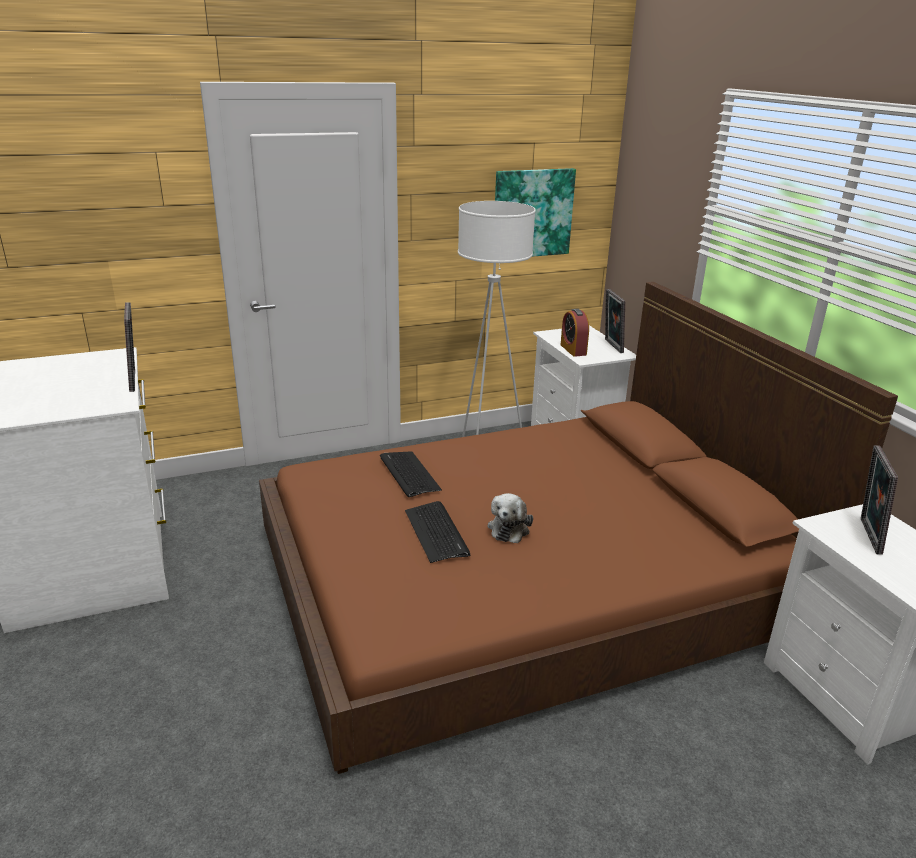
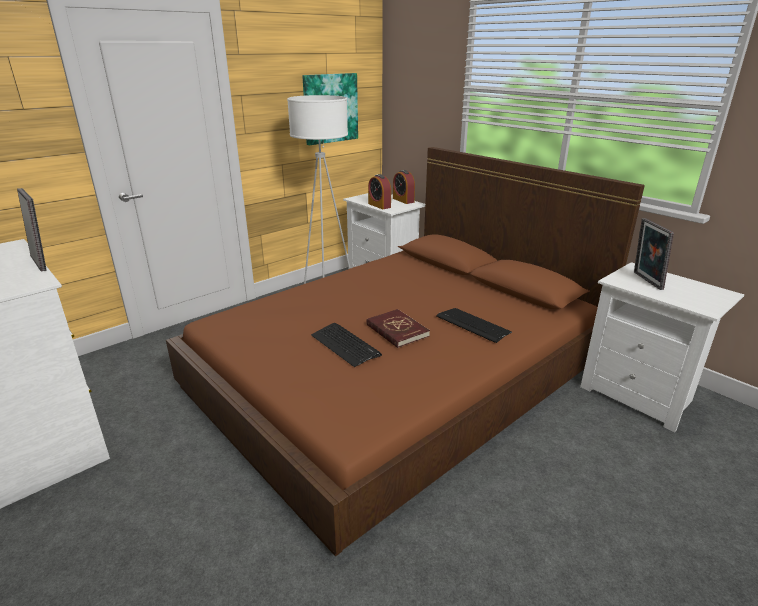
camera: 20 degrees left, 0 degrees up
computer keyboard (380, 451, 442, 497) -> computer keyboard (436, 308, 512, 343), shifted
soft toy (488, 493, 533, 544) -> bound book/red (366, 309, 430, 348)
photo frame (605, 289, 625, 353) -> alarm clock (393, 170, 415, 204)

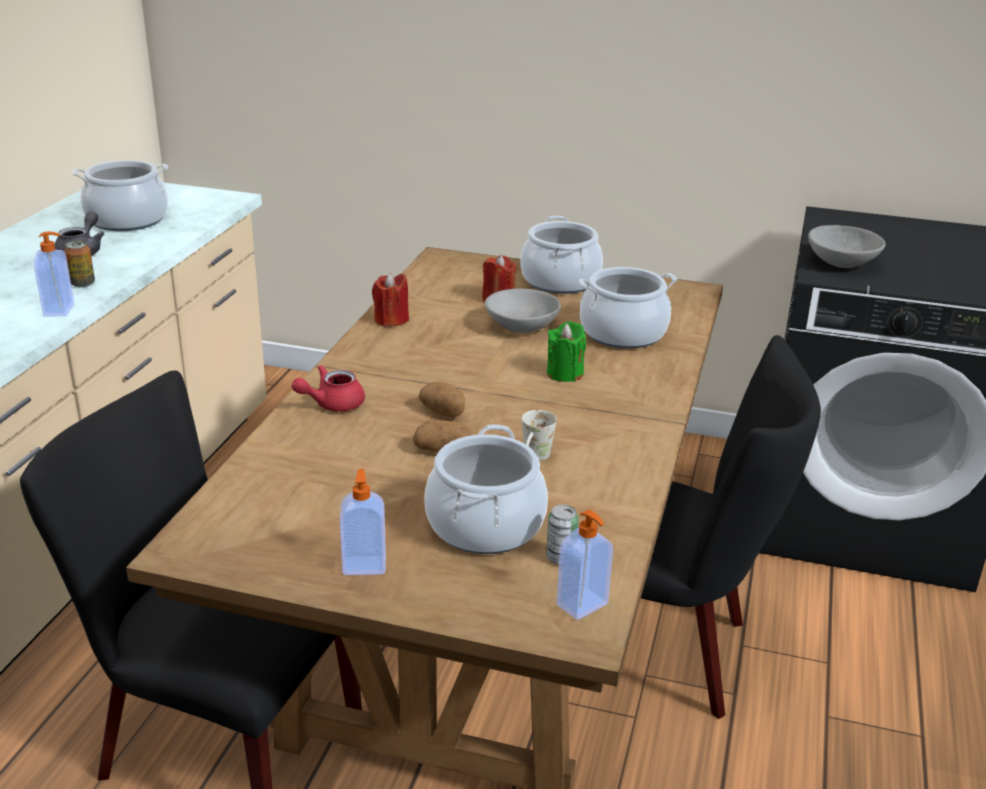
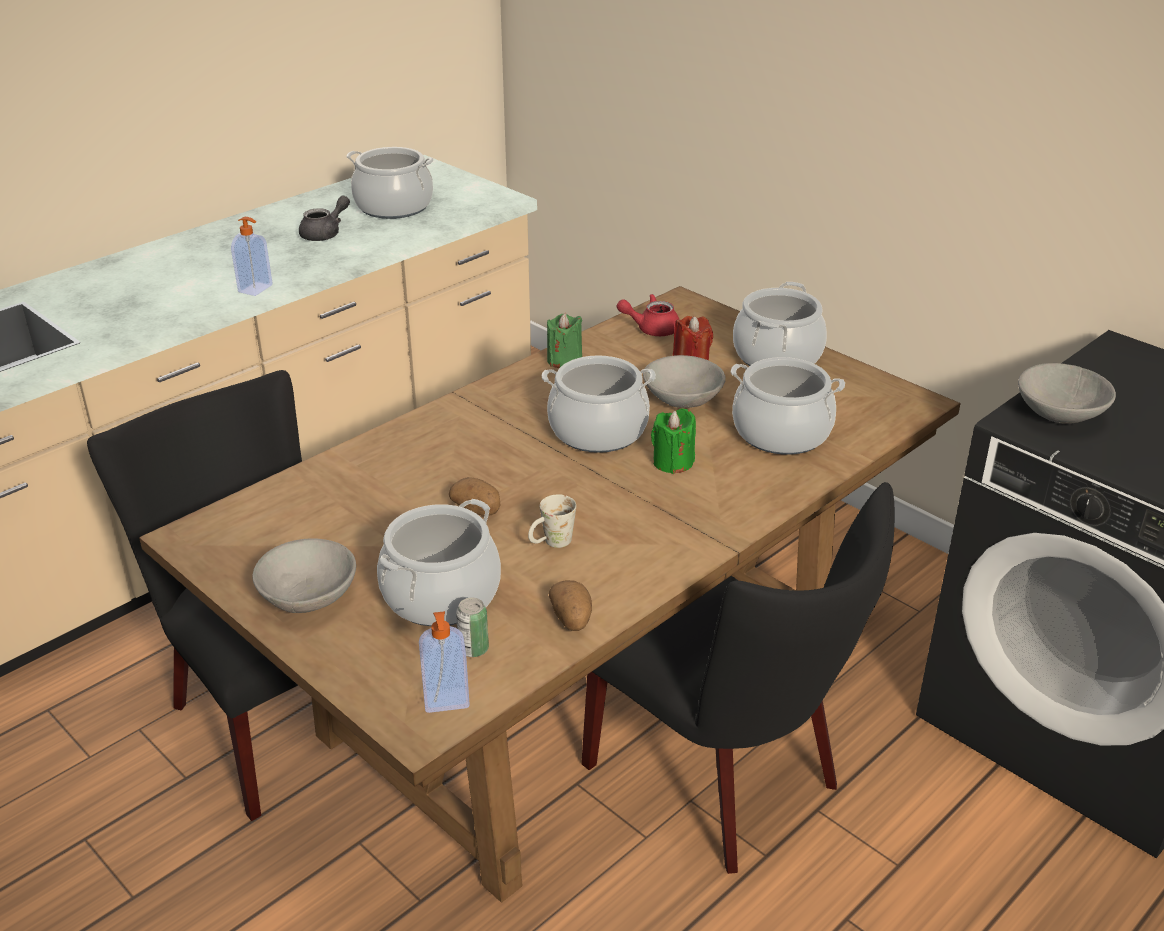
camera: 30 degrees right, 5 degrees up
metal can (64, 241, 95, 287) -> none
teapot/red (292, 365, 365, 412) -> teapot/red (616, 294, 680, 336), shifted
liquid soap bottle (340, 469, 386, 575) -> bowl/gray (252, 539, 356, 613)
candle/red (372, 273, 409, 327) -> candle/green-coloured (547, 313, 582, 368)
whole potato (419, 382, 465, 417) -> whole potato (549, 580, 592, 631), shifted
none -> stockpot (542, 355, 656, 453)

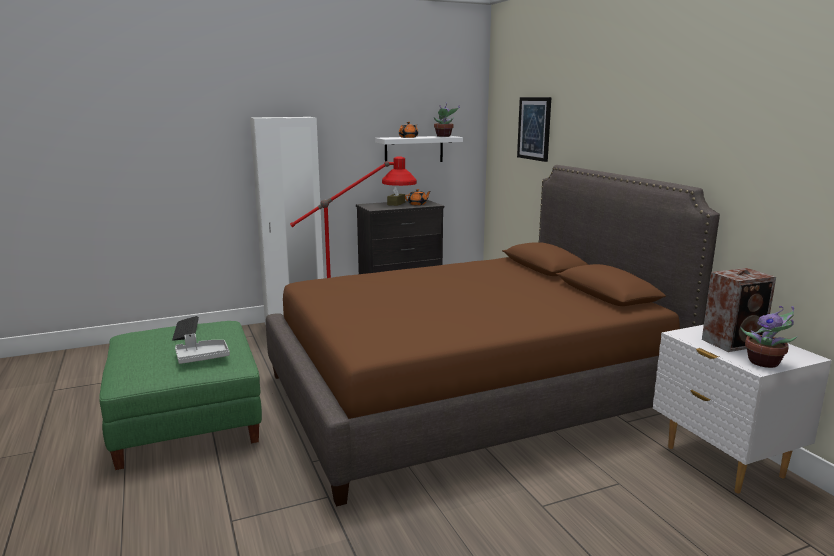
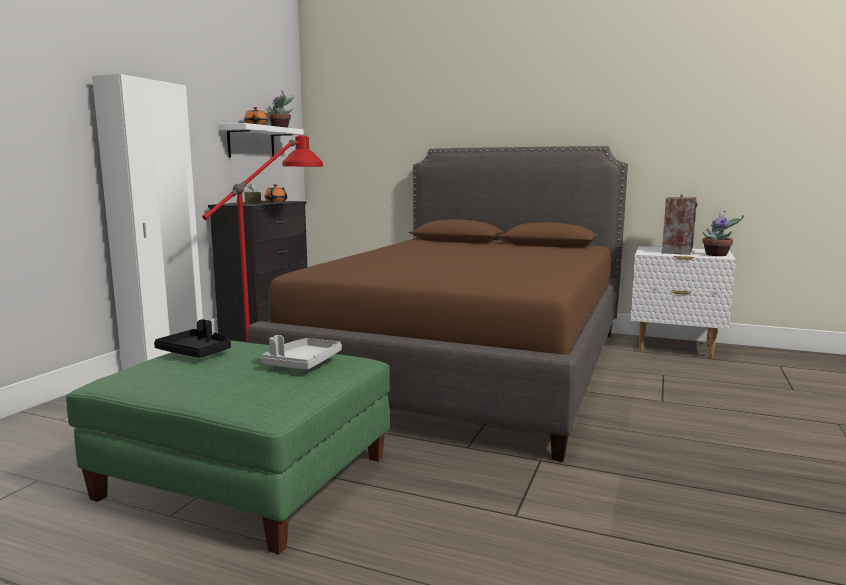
camera: 45 degrees left, 5 degrees down
computer keyboard (172, 316, 199, 341) -> tray/blackish (154, 319, 231, 358)
wall art (517, 97, 551, 162) -> none

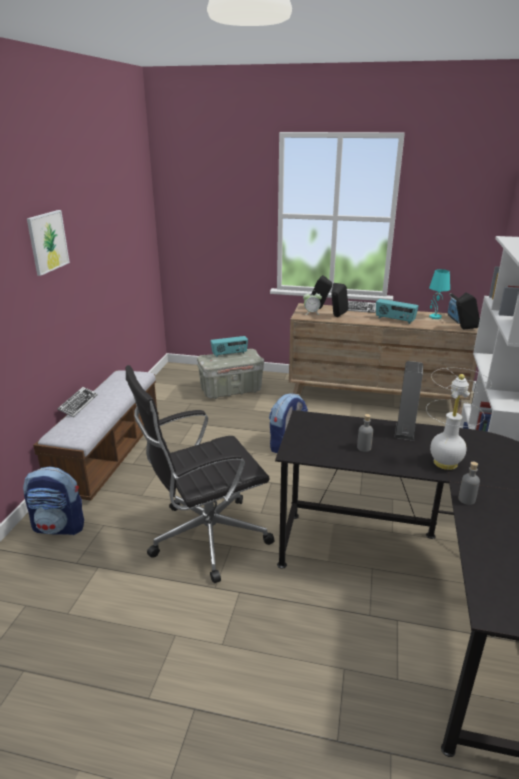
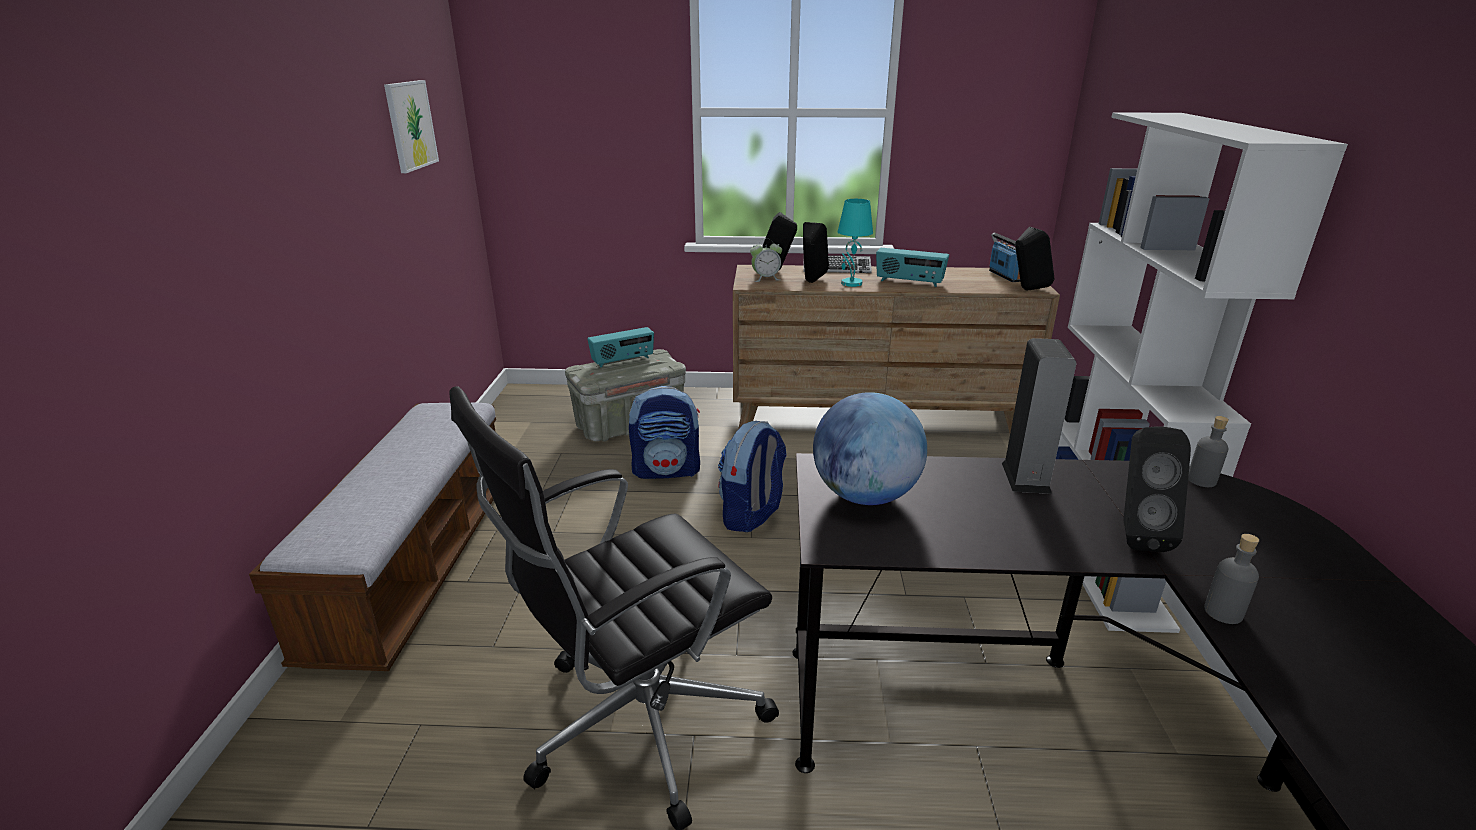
camera: 10 degrees left, 0 degrees up
knapsack (23, 466, 84, 535) -> knapsack (629, 386, 700, 479), shifted
wall art (27, 210, 70, 276) -> wall art (384, 80, 439, 173), shifted
computer keyboard (57, 387, 98, 417) -> none
drink bottle/gray (357, 414, 373, 452) -> drink bottle/gray (1188, 416, 1229, 487), shifted
lamp for a table/whitish (426, 368, 492, 470) -> audio speaker/blackish (1123, 426, 1191, 552)
lamp for a table/turquoise (429, 269, 450, 319) -> lamp for a table/turquoise (838, 199, 873, 287), shifted
none -> desk globe (813, 392, 927, 505)

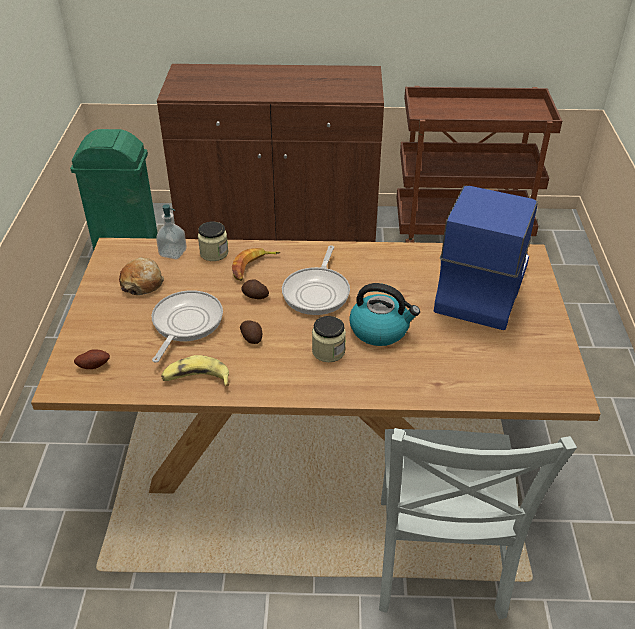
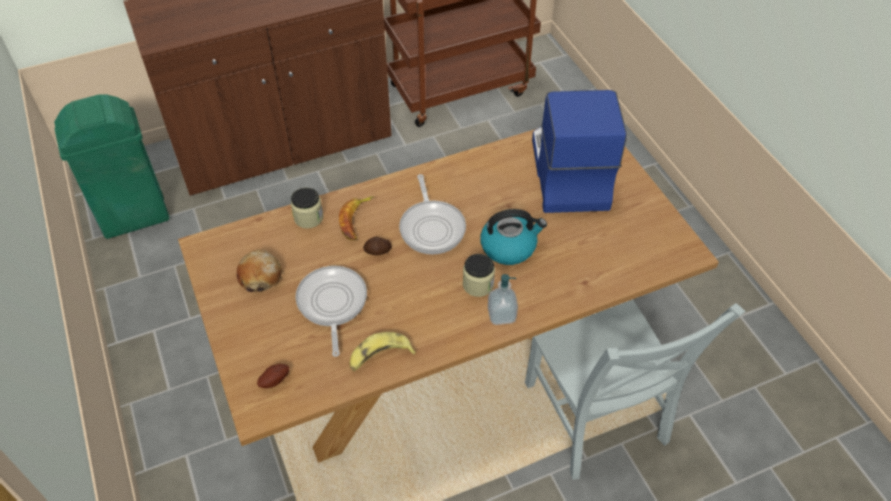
camera: 25 degrees left, 10 degrees up
liquid soap bottle (156, 204, 186, 259) -> liquid soap bottle (488, 274, 518, 325), shifted
whole potato (240, 320, 262, 344) -> none

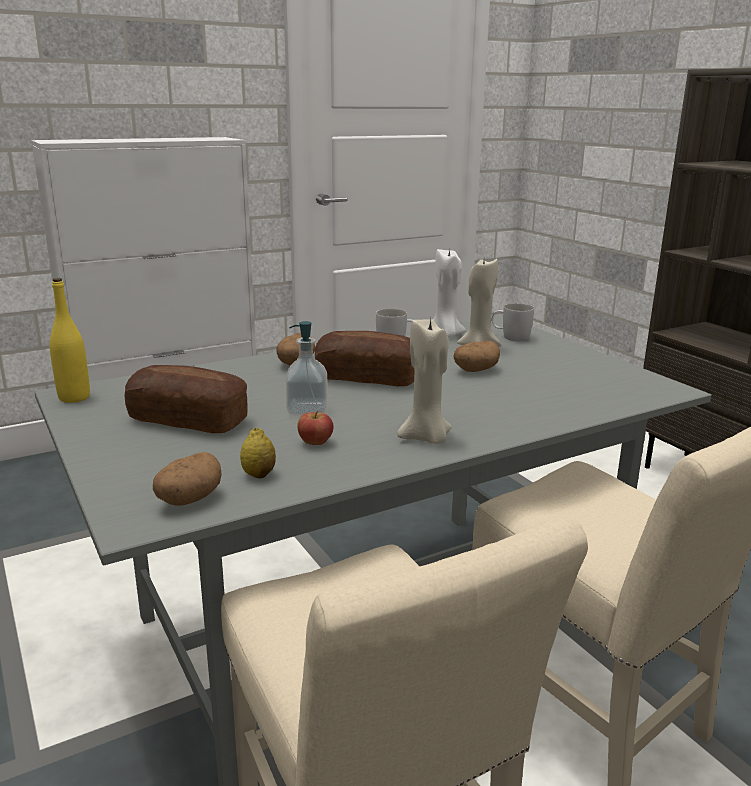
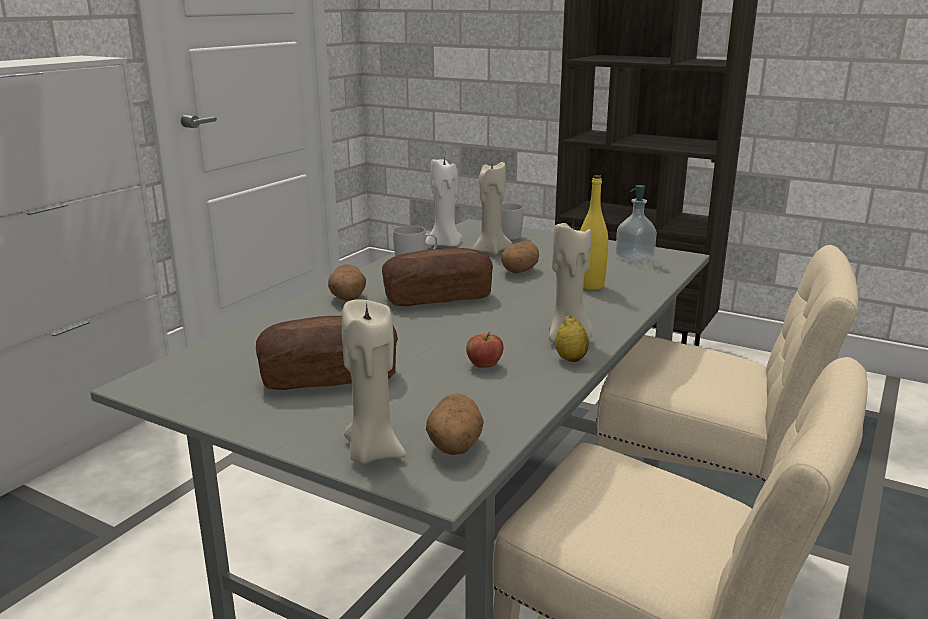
camera: 30 degrees left, 0 degrees up
drink bottle/yellow (50, 278, 90, 403) -> drink bottle/yellow (580, 175, 608, 290), shifted
whole lemon (240, 428, 276, 478) -> whole lemon (555, 316, 589, 362), shifted
liquid soap bottle (286, 321, 328, 416) -> liquid soap bottle (616, 185, 657, 262), shifted
none -> candle/beige (342, 299, 406, 465)

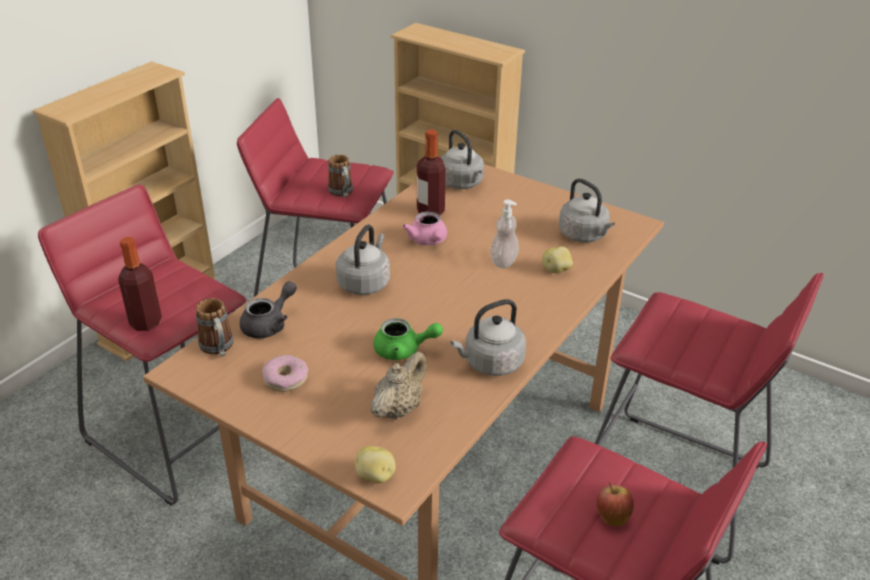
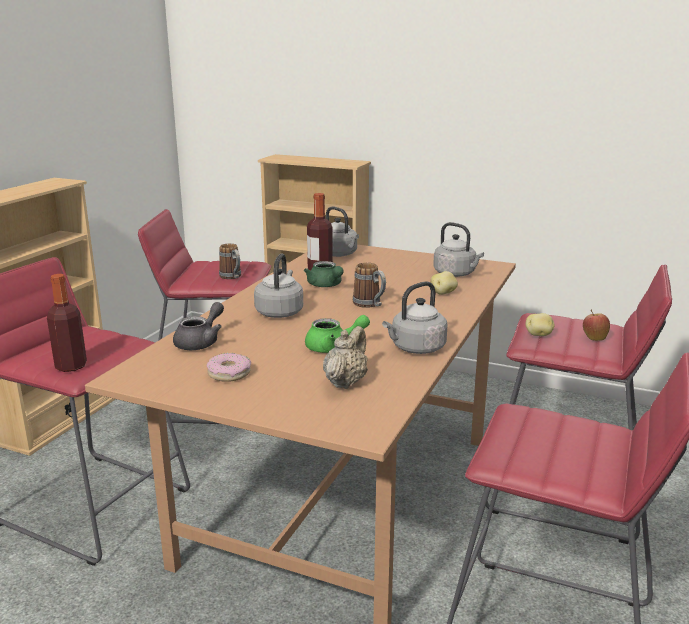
camera: 10 degrees left, 15 degrees down
mug (196, 298, 233, 357) -> mug (353, 263, 386, 308), shifted
whole potato (355, 446, 396, 483) -> whole potato (526, 313, 555, 336), shifted
teapot/pinkish (403, 212, 447, 245) -> teapot/green-coloured (304, 261, 344, 287)
liquid soap bottle (490, 199, 519, 268) -> none
whole apple (596, 482, 634, 526) -> whole apple (583, 309, 610, 341), shifted

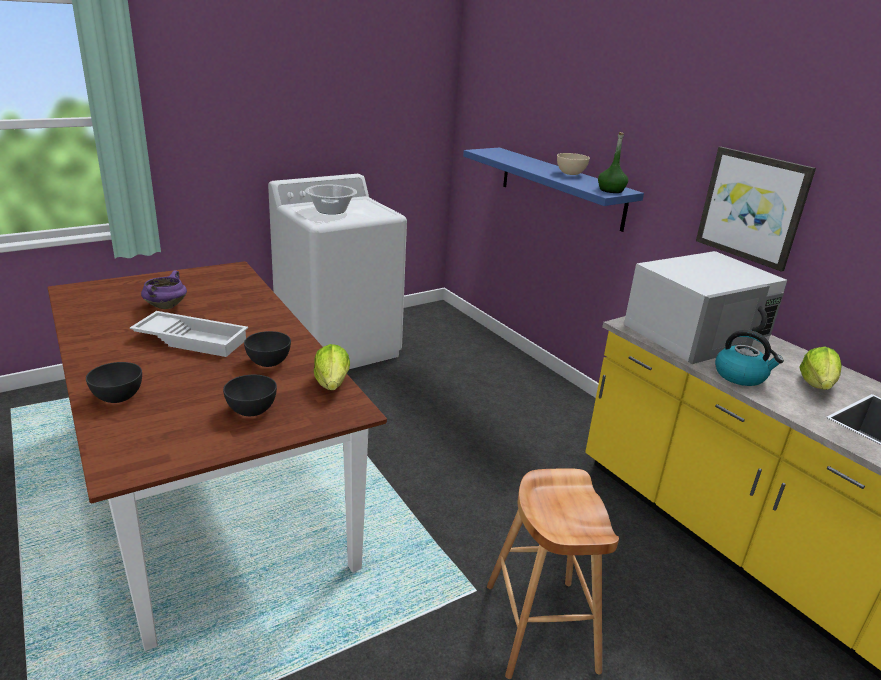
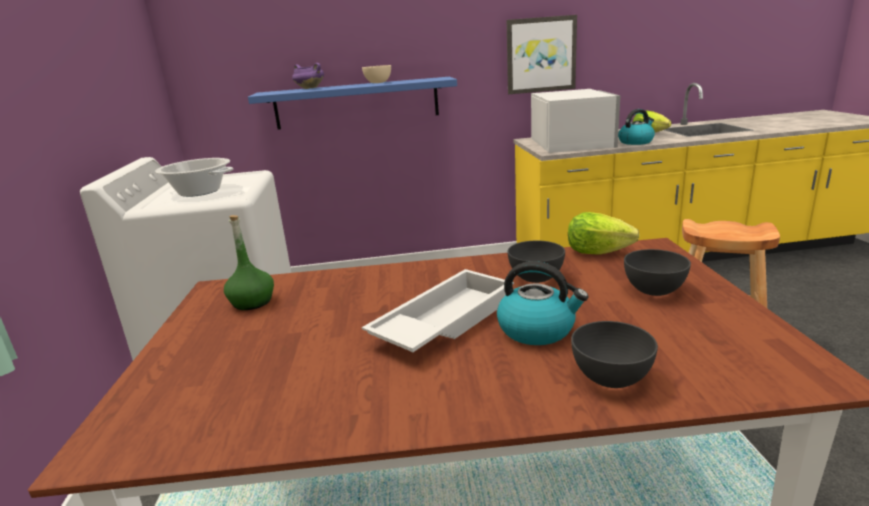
camera: 60 degrees left, 5 degrees down
stockpot/purple (141, 270, 187, 309) -> stockpot/purple (292, 63, 324, 89), shifted
drink bottle/green-coloured (598, 132, 628, 193) -> drink bottle/green-coloured (224, 215, 274, 310), shifted
none -> kettle (497, 261, 589, 345)

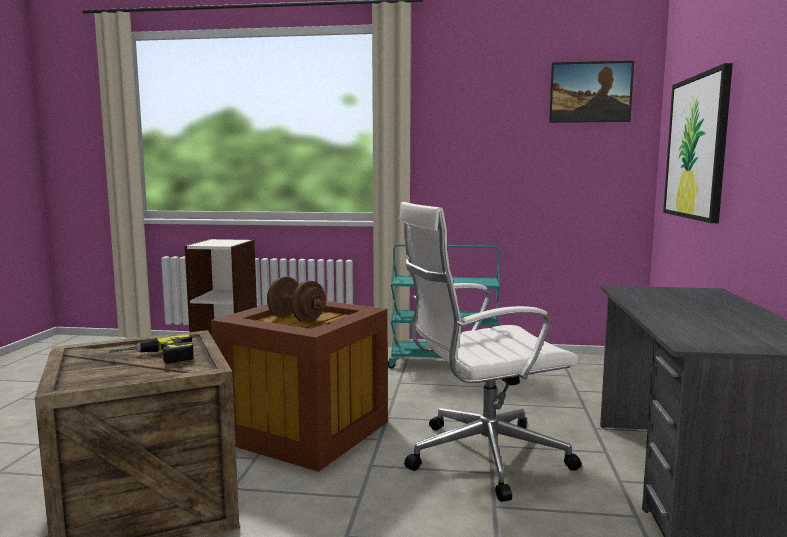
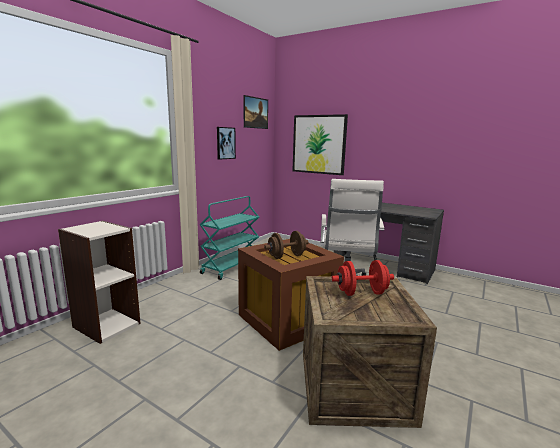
camera: 65 degrees left, 5 degrees up
electric drill (109, 334, 194, 364) -> hand weight/red (332, 260, 394, 296)
none -> wall art (217, 127, 236, 160)

